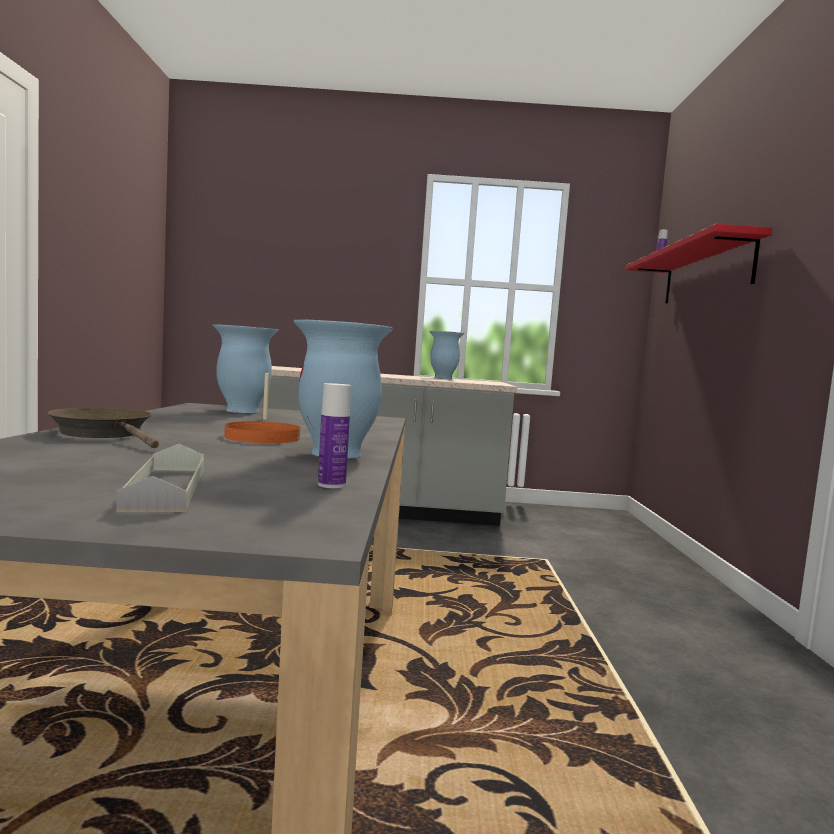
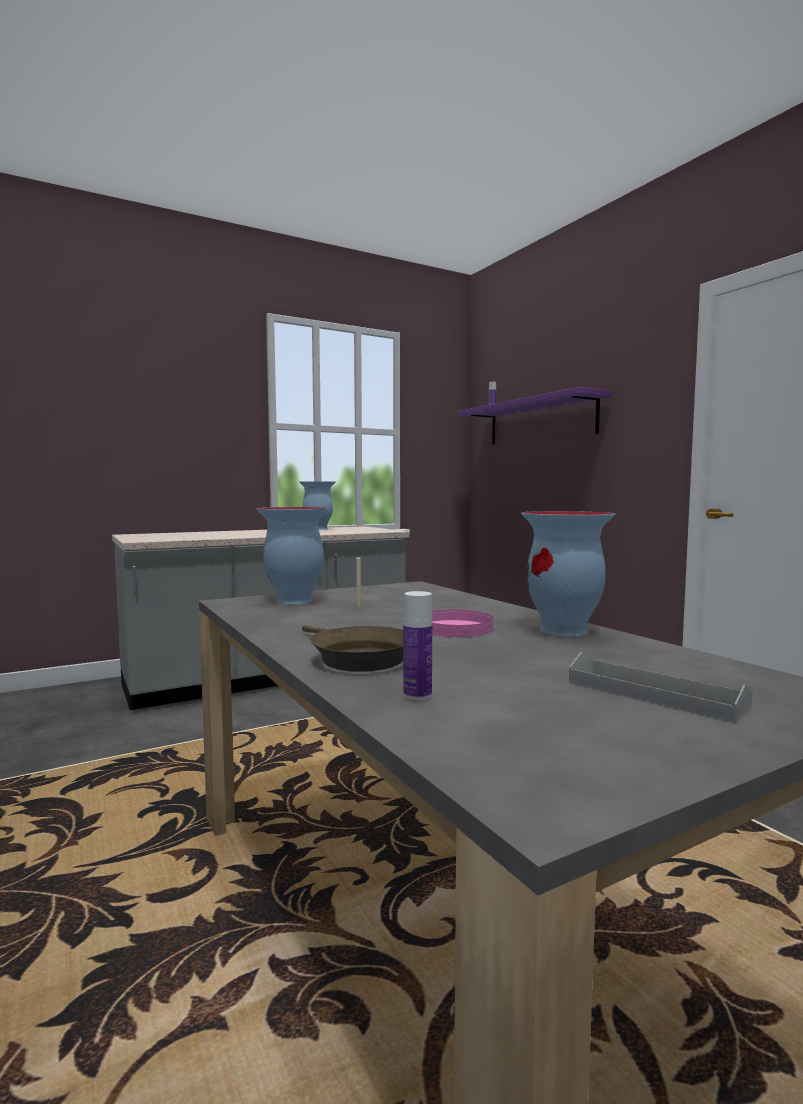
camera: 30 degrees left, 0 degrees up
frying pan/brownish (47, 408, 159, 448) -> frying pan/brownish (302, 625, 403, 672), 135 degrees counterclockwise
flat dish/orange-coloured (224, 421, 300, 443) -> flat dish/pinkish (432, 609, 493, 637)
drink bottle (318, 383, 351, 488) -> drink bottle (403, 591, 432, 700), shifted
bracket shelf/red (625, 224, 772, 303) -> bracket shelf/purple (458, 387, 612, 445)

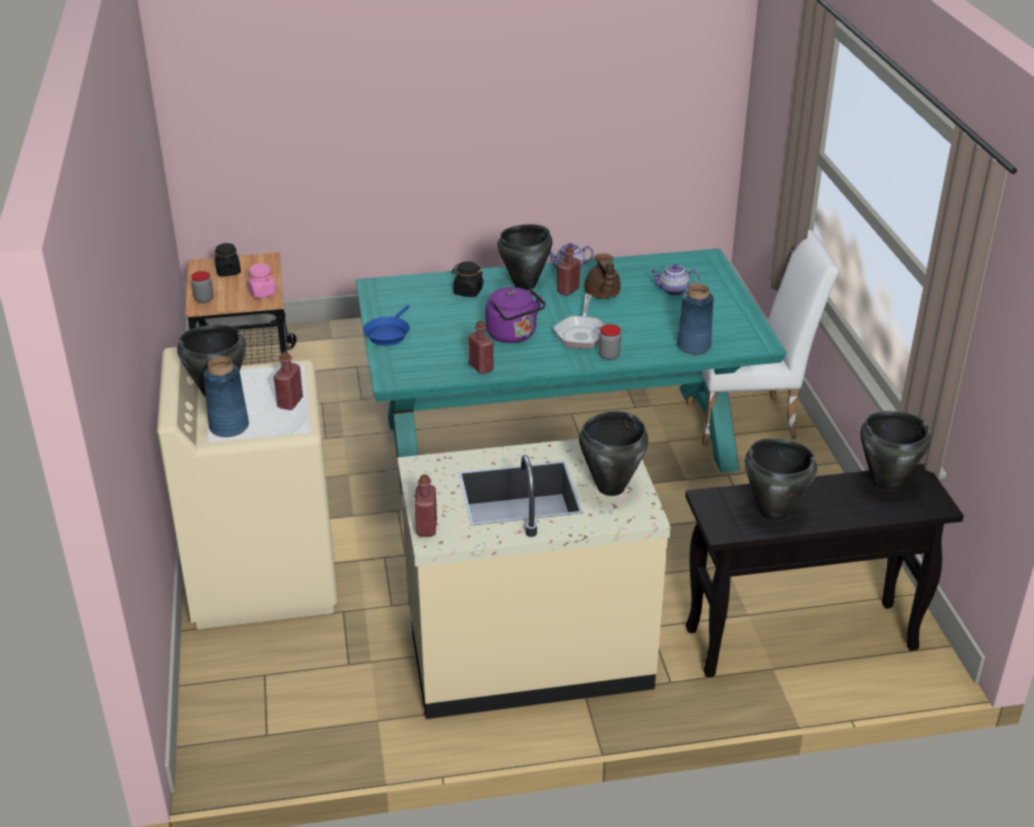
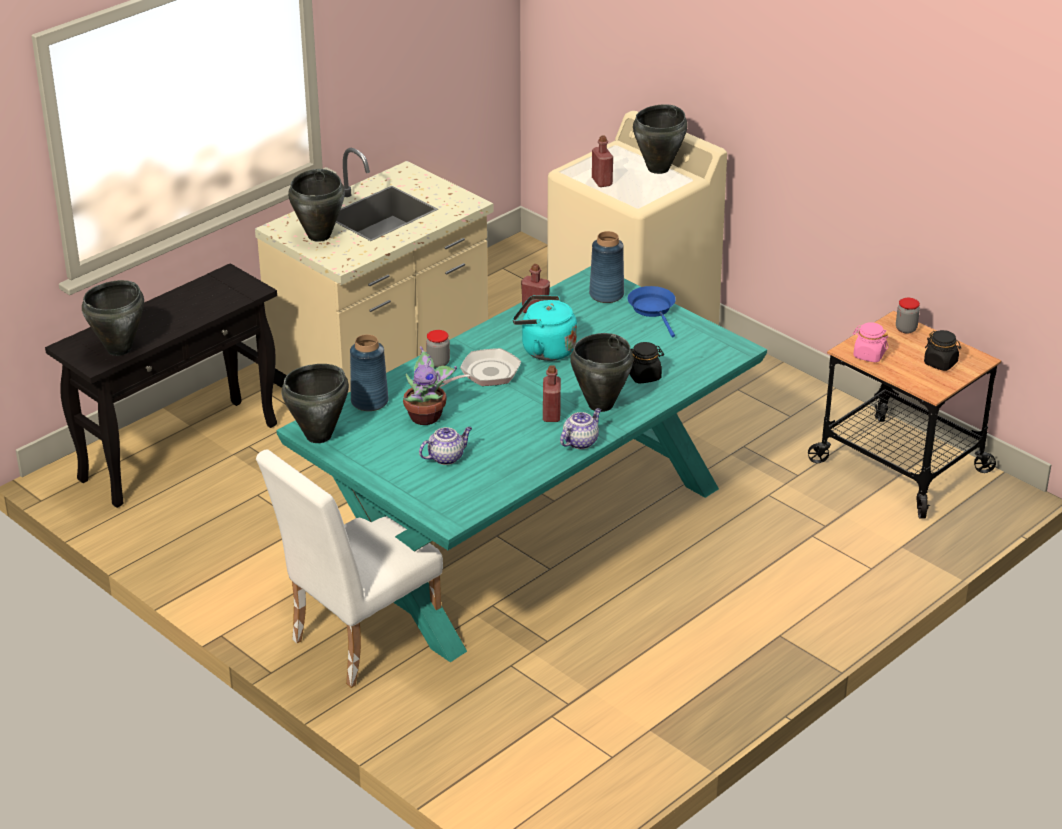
camera: 145 degrees right, 0 degrees up
flower vase/blue (203, 356, 249, 437) -> flower vase/blue (589, 231, 624, 303), shifted
drink bottle/red (414, 474, 437, 536) -> none
kettle/purple (486, 287, 546, 343) -> kettle/turquoise (513, 295, 577, 361)
frying pan (553, 294, 605, 349) -> frying pan (440, 348, 521, 387), 75 degrees clockwise
teapot/brownish (584, 253, 621, 299) -> none
stockpot/blackish (745, 438, 817, 521) -> stockpot/blackish (281, 364, 349, 443), shifted
none -> houseplant (402, 346, 457, 425)

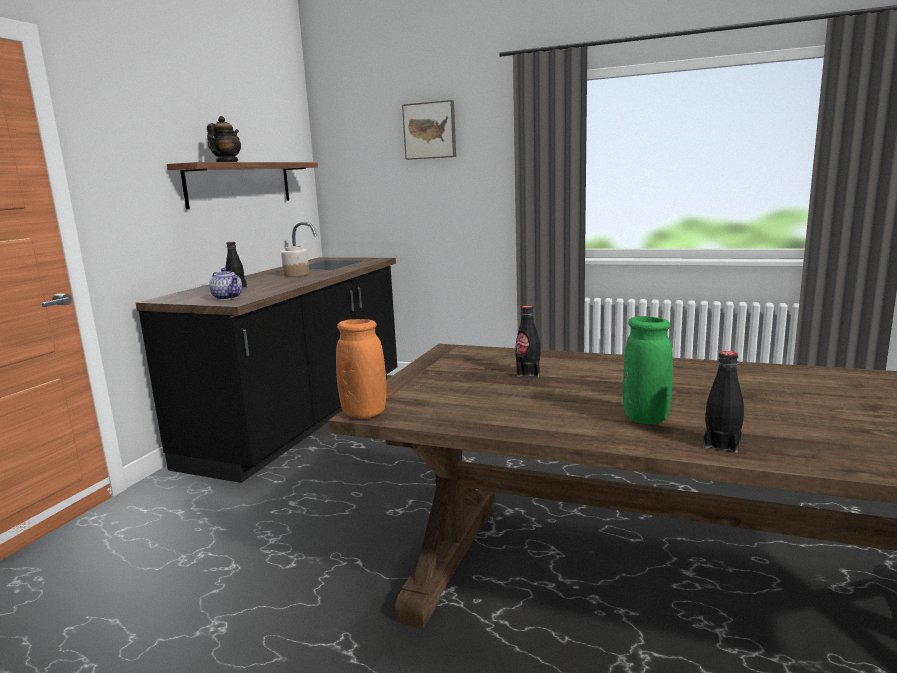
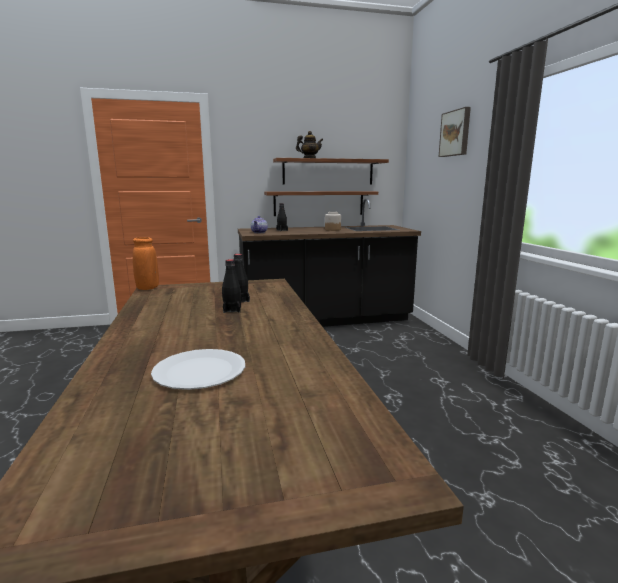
camera: 55 degrees right, 0 degrees up
flower vase/green-coloured (623, 316, 673, 424) -> none
drink bottle/blackish (703, 351, 744, 453) -> drink bottle/blackish (222, 259, 241, 313), shifted
none -> flat dish/whitish (151, 349, 245, 390)
none -> bracket shelf (264, 191, 378, 216)

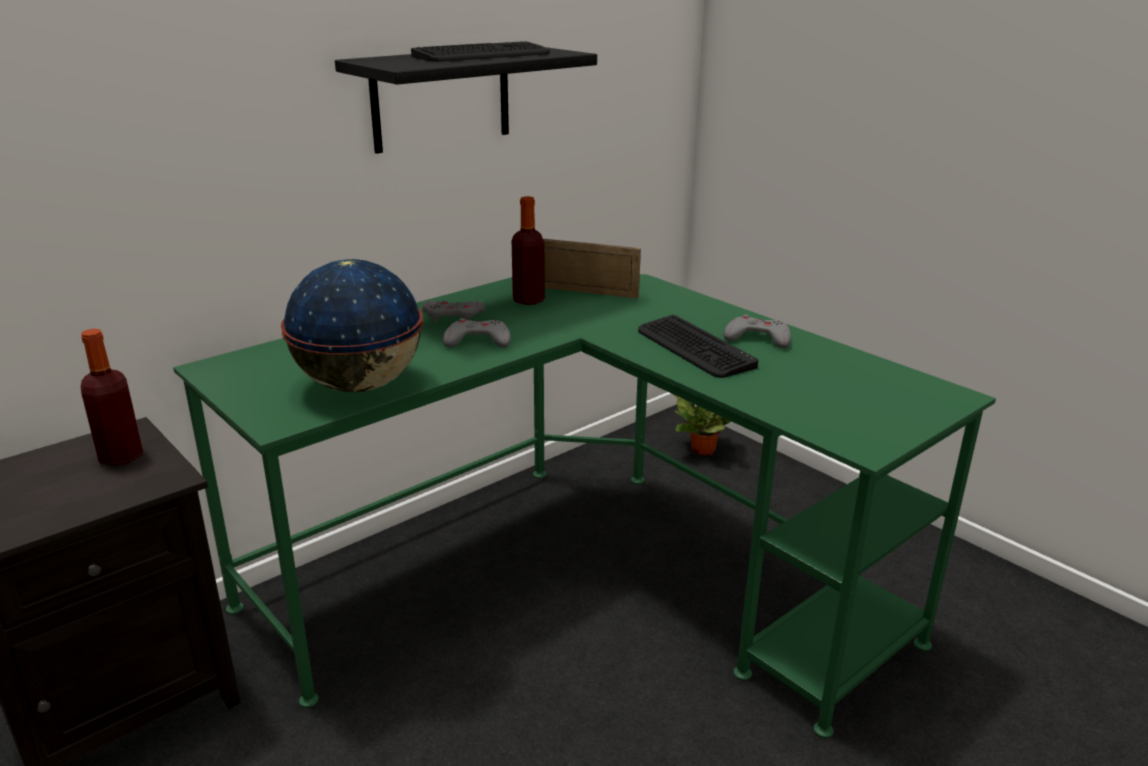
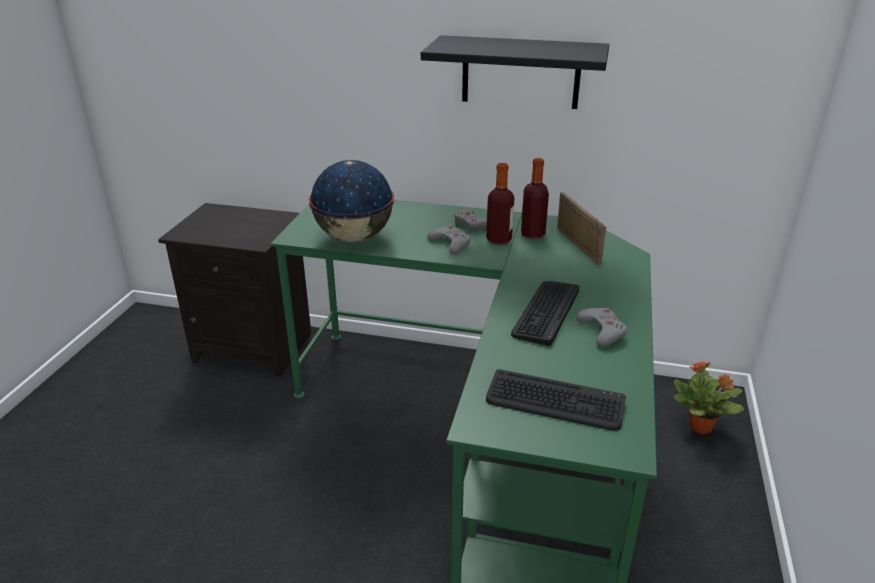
camera: 55 degrees right, 5 degrees up
drink bottle (81, 329, 143, 466) -> drink bottle (486, 163, 514, 245), shifted
computer keyboard (411, 41, 550, 62) -> computer keyboard (486, 369, 626, 431), shifted

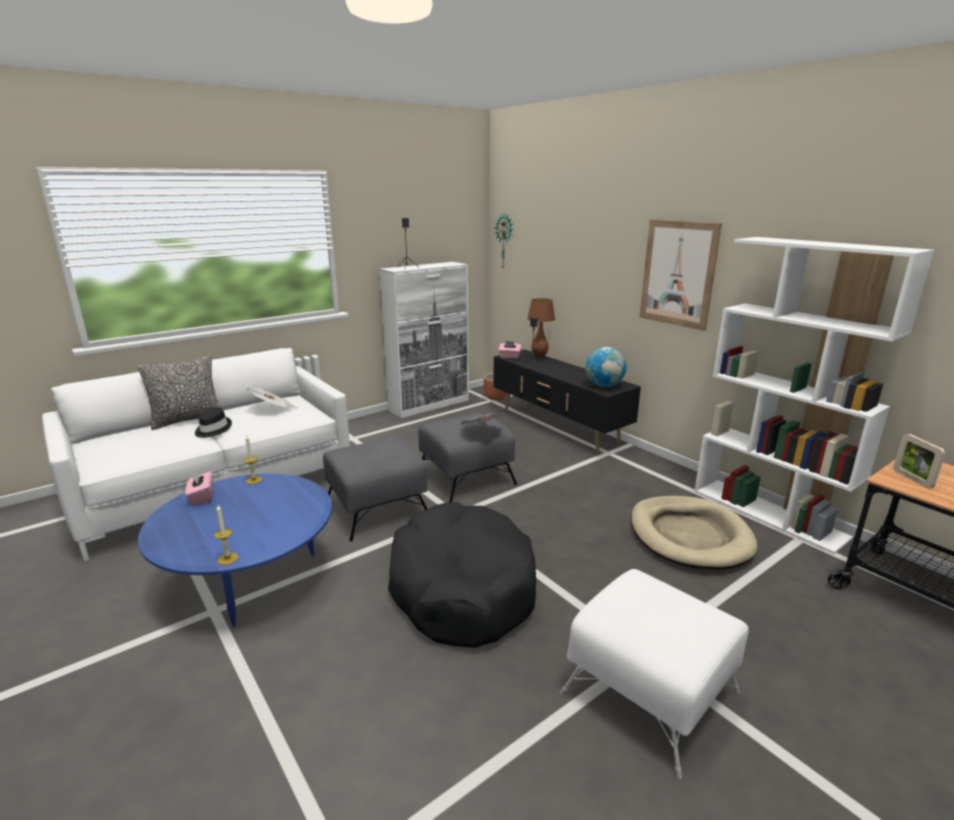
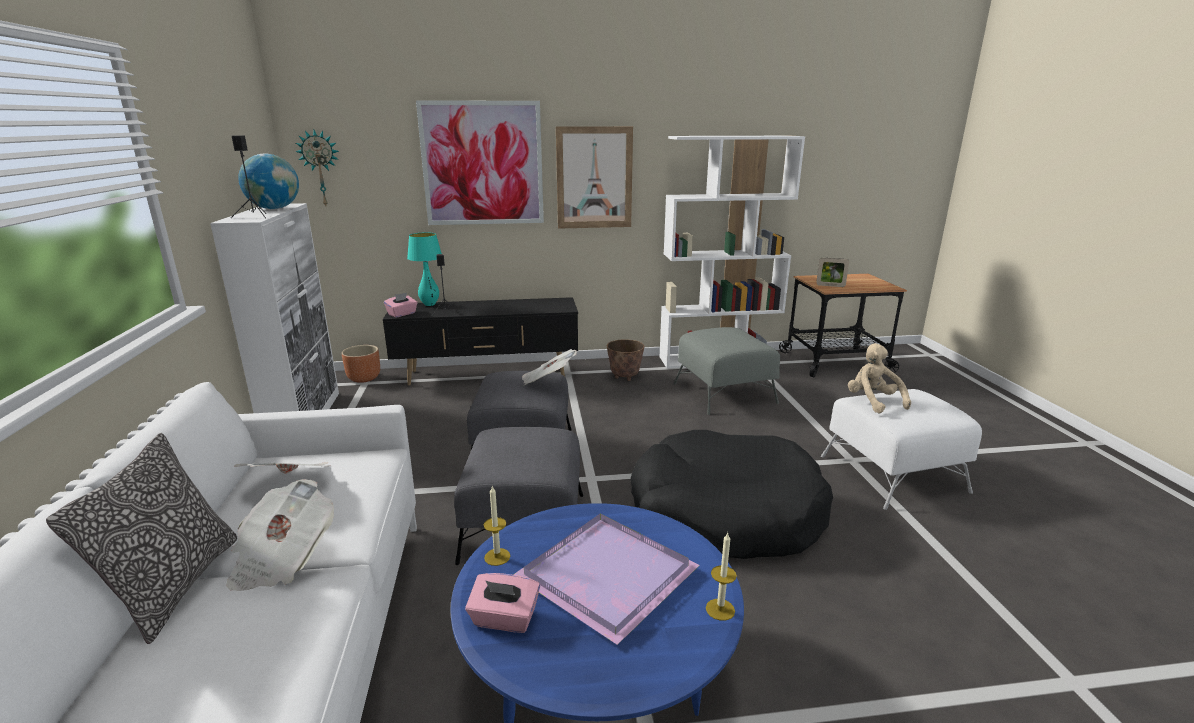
camera: 60 degrees left, 0 degrees up
wearable hat/blackish (195, 407, 232, 438) -> printed paper (226, 479, 334, 591)
lamp for a table/brownish (527, 298, 555, 358) -> lamp for a table/turquoise (407, 232, 442, 306)
desk globe (586, 347, 627, 387) -> desk globe (238, 154, 299, 209), shifted
pet bed/beige (631, 496, 758, 570) -> footrest/gray (673, 327, 780, 415)
none -> wall art (416, 100, 544, 225)
none -> tray/purple (513, 513, 699, 645)
none -> plant pot (607, 339, 645, 381)
none -> soft toy/beige (848, 343, 911, 414)

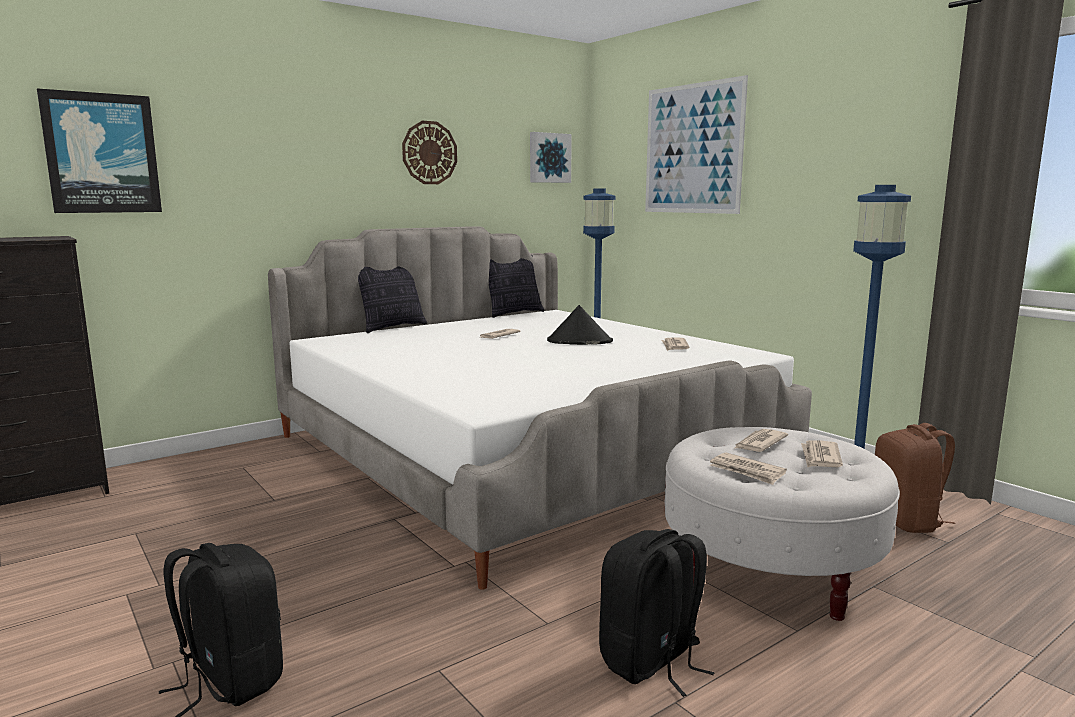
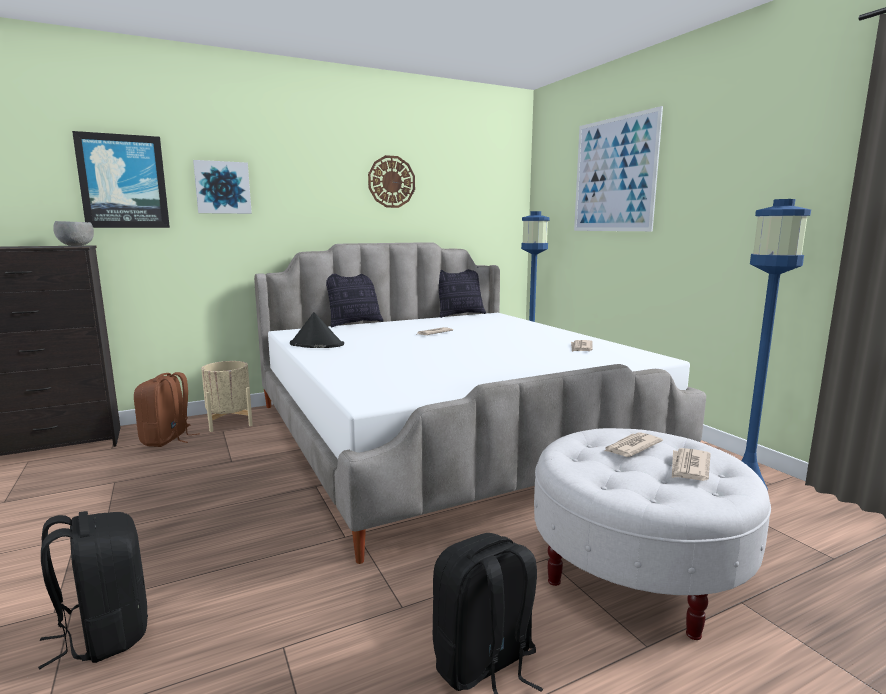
camera: 10 degrees right, 0 degrees up
wall art (530, 132, 572, 183) -> wall art (193, 160, 252, 214), shifted
wearable hat/blackish (547, 305, 613, 345) -> wearable hat/blackish (290, 312, 344, 348), shifted
printed paper (710, 452, 787, 485) -> none
knapsack/brownish (875, 423, 955, 533) -> knapsack/brownish (134, 372, 200, 447), shifted
none -> bowl/gray (53, 221, 94, 246)
none -> plant pot/beige (201, 361, 253, 432)

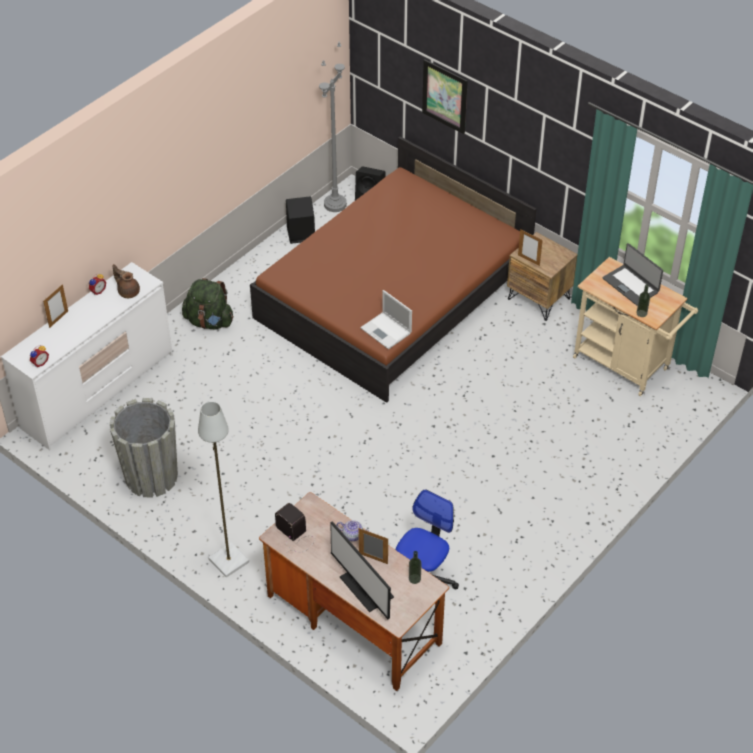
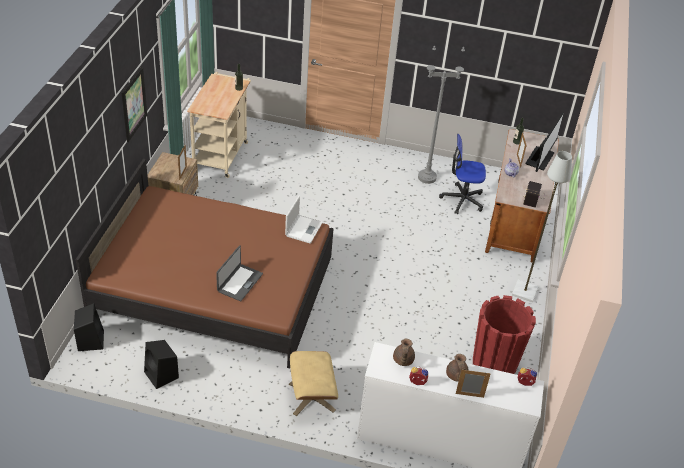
camera: 120 degrees left, 5 degrees down
plant pot/gray (110, 398, 178, 498) -> plant pot/red (473, 295, 536, 374)
knapsack/green-coloured (182, 278, 234, 329) -> footrest/beige (289, 351, 338, 416)
floor lamp/gray (319, 42, 347, 212) -> floor lamp/gray (418, 45, 465, 184), shifted
wall art (422, 59, 468, 134) -> wall art (122, 67, 147, 142), shifted
laptop (602, 243, 663, 306) -> laptop (216, 245, 263, 301), shifted
none -> teapot/brownish (446, 354, 468, 382)

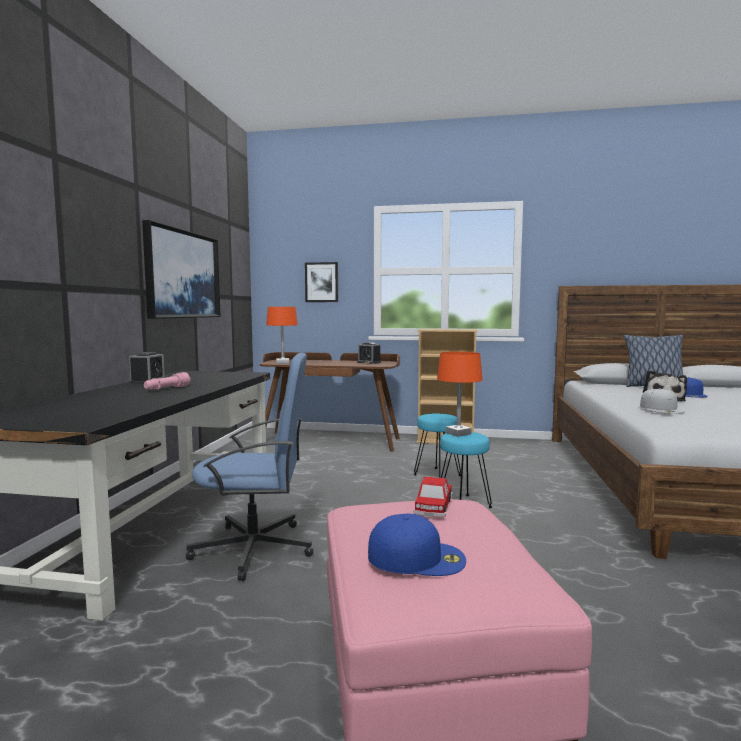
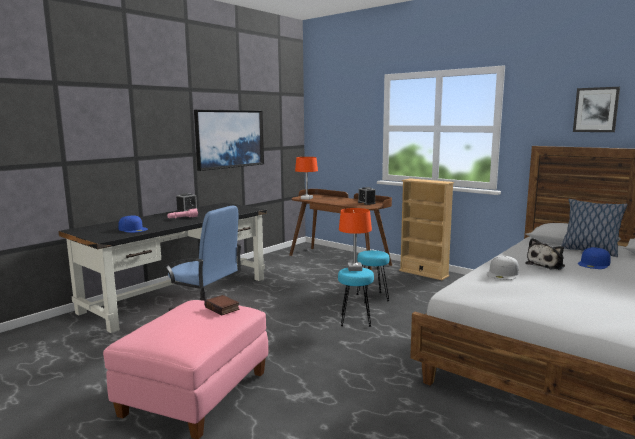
camera: 30 degrees right, 5 degrees up
wall art (305, 262, 338, 302) -> wall art (573, 87, 620, 132), shifted
baseball cap/blue (368, 514, 466, 576) -> baseball cap/blue (118, 215, 148, 233), shifted
model car (413, 477, 453, 517) -> bound book (204, 295, 240, 316)

